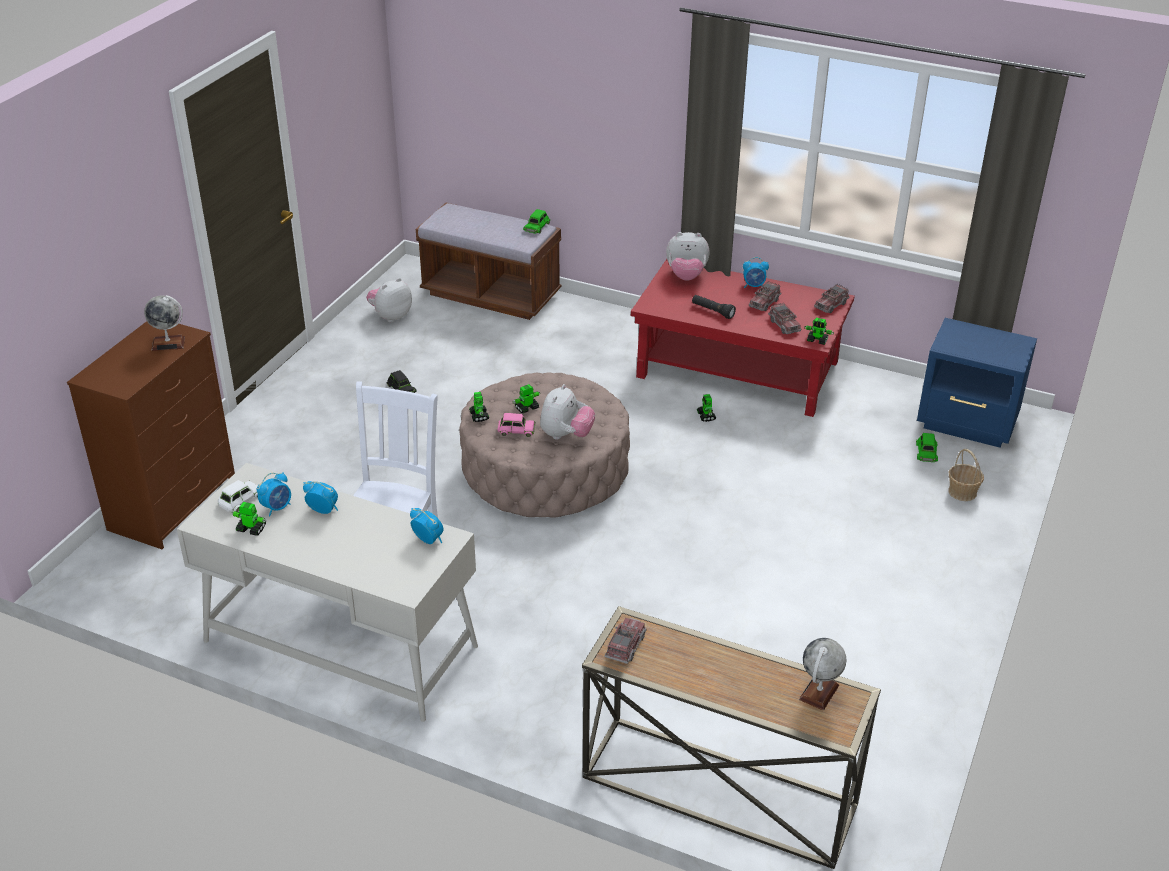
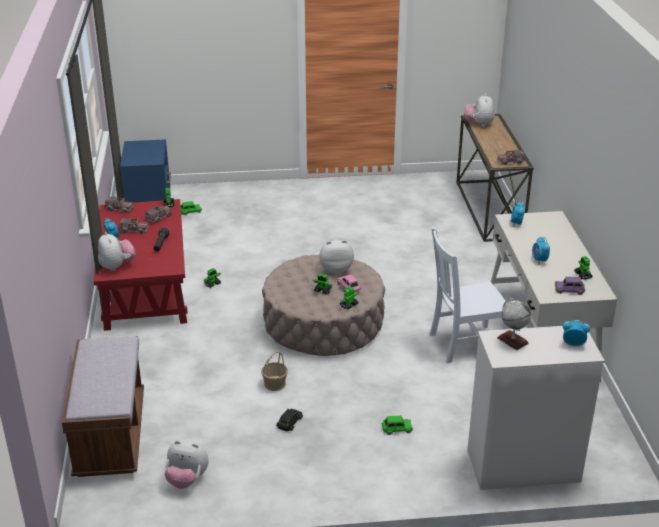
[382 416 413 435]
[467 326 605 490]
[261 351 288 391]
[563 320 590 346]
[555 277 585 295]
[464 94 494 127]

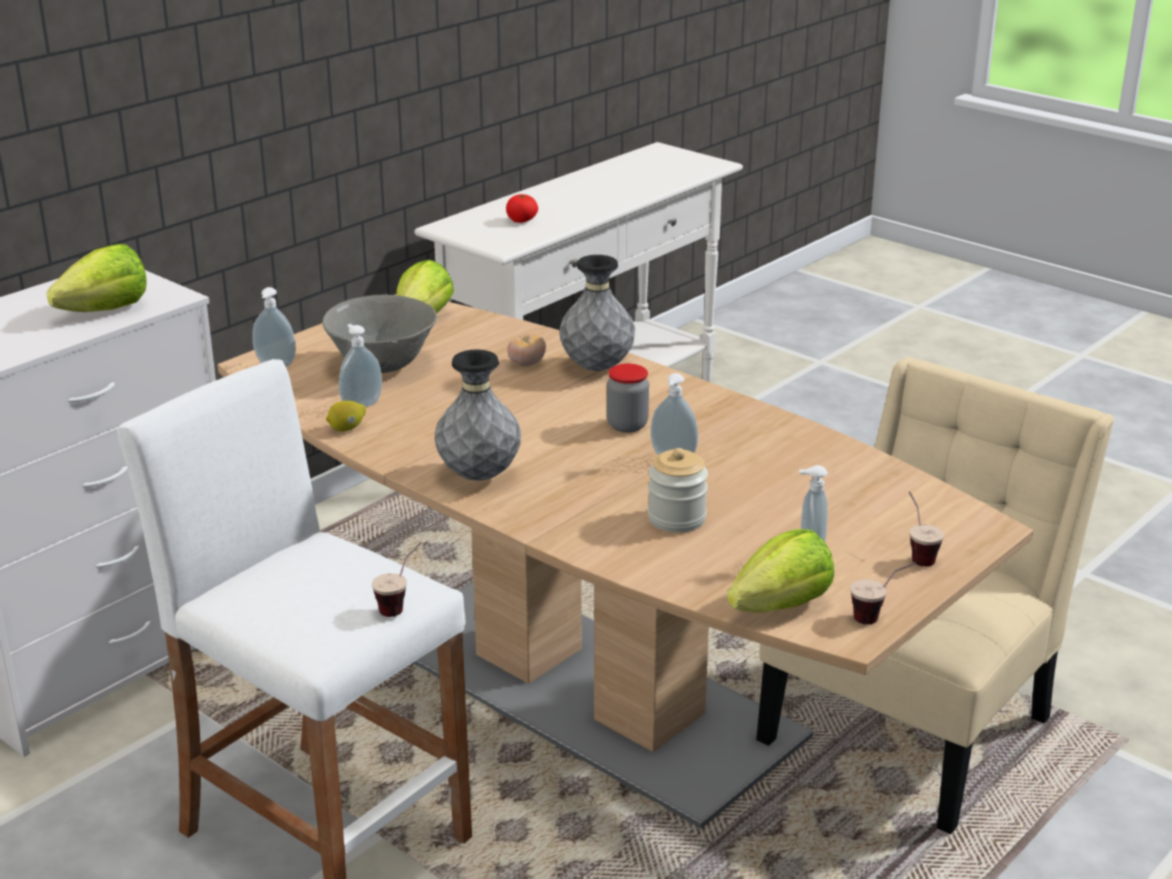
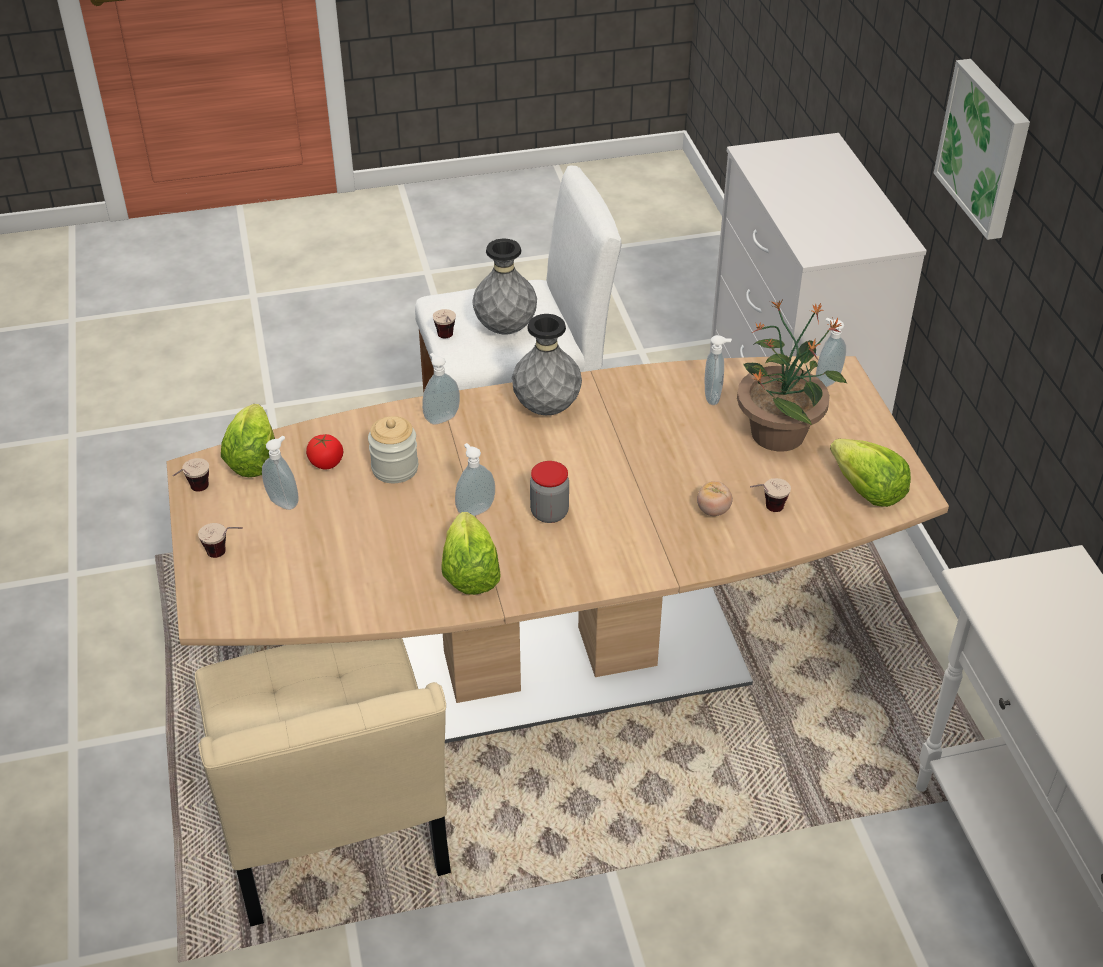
[306 434 344 469]
[441 512 501 595]
[472 238 537 335]
[737 301 847 452]
[326 401 366 431] (first image)
[934 59 1030 240]
[422 353 460 425]
[750 478 791 512]

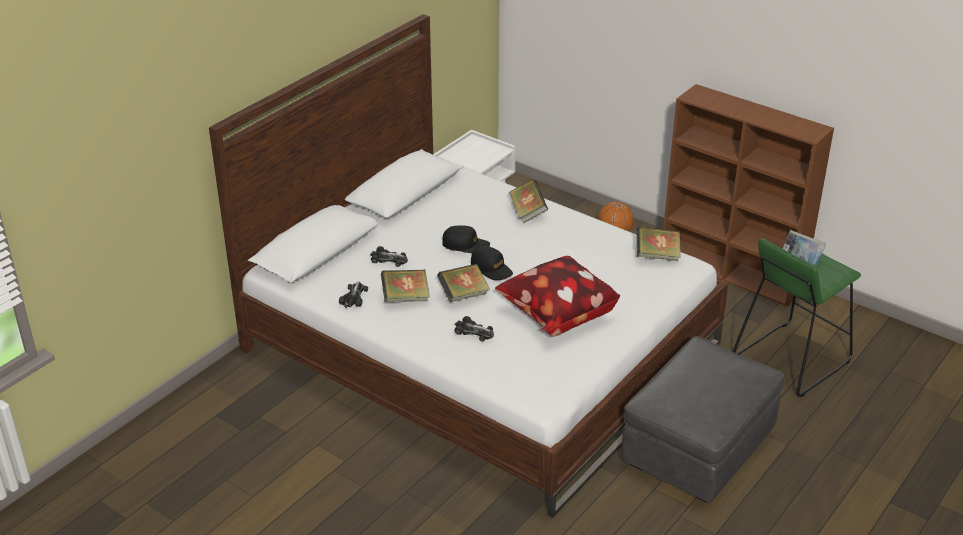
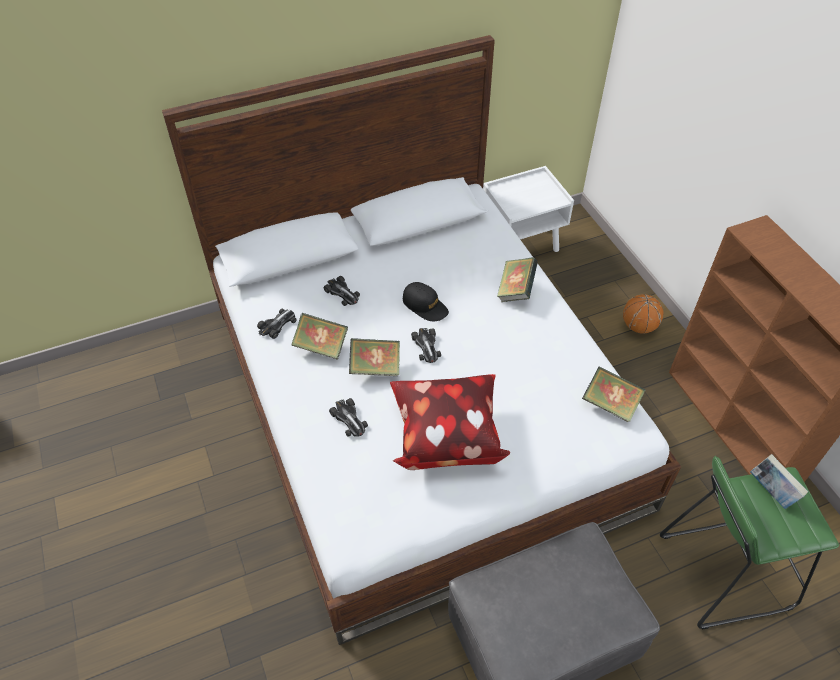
[411 328 441 363]

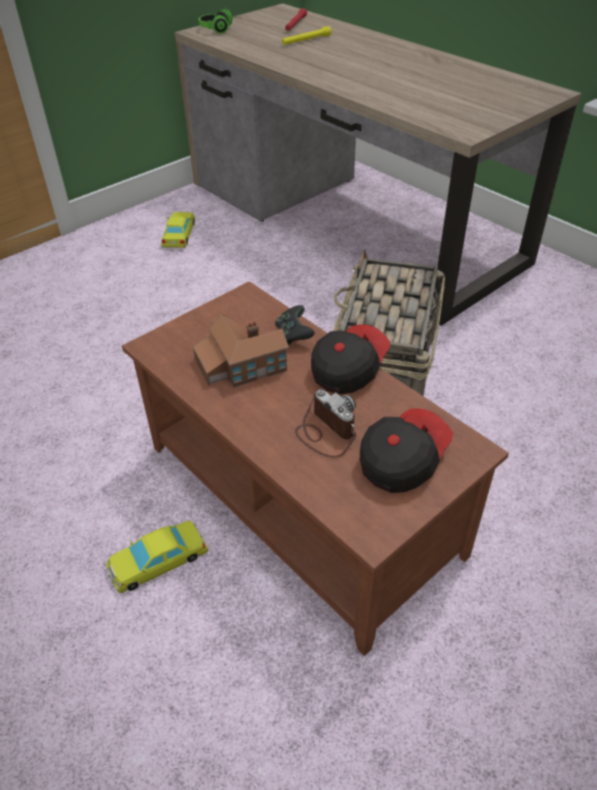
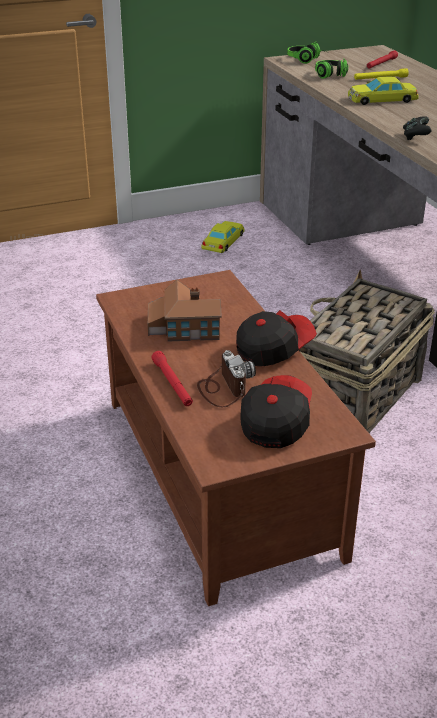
[403 116 432 140]
[241 375 312 448]
[348 77 419 105]
[315 59 348 79]
[151 351 193 406]

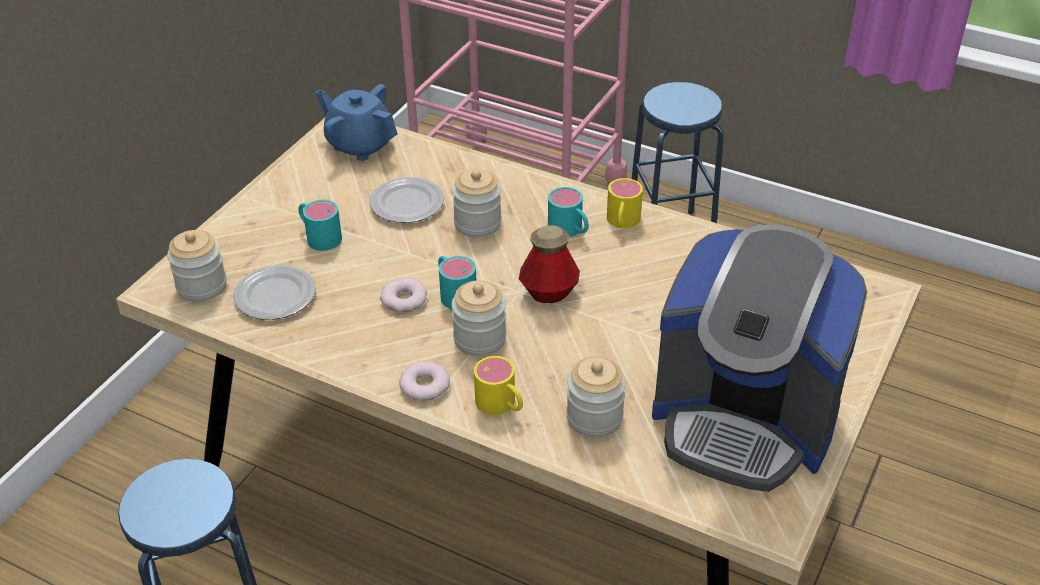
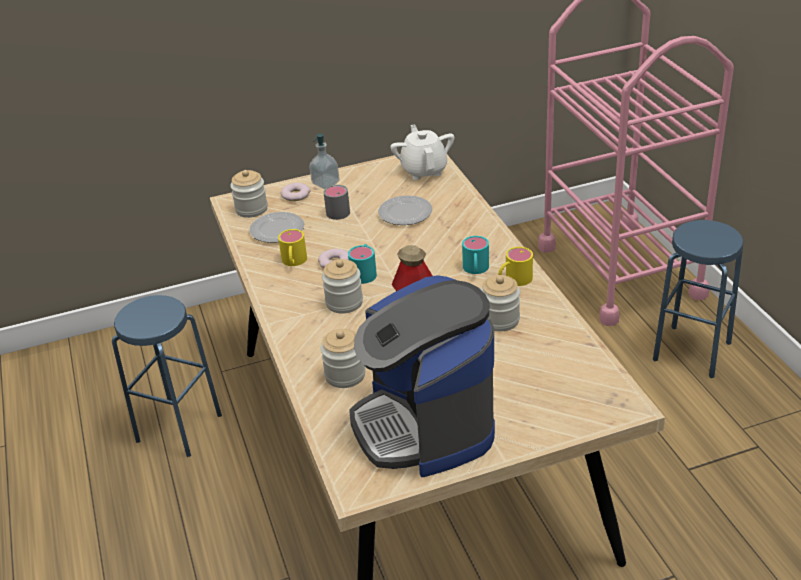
[391 124 454 180]
[480 275 520 331]
[324 184 350 220]
[278 229 307 266]
[281 183 311 201]
[309 134 339 189]

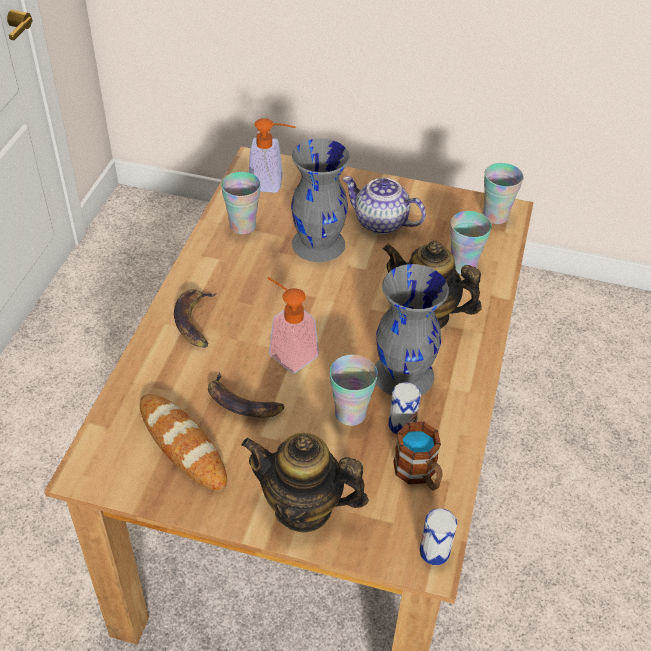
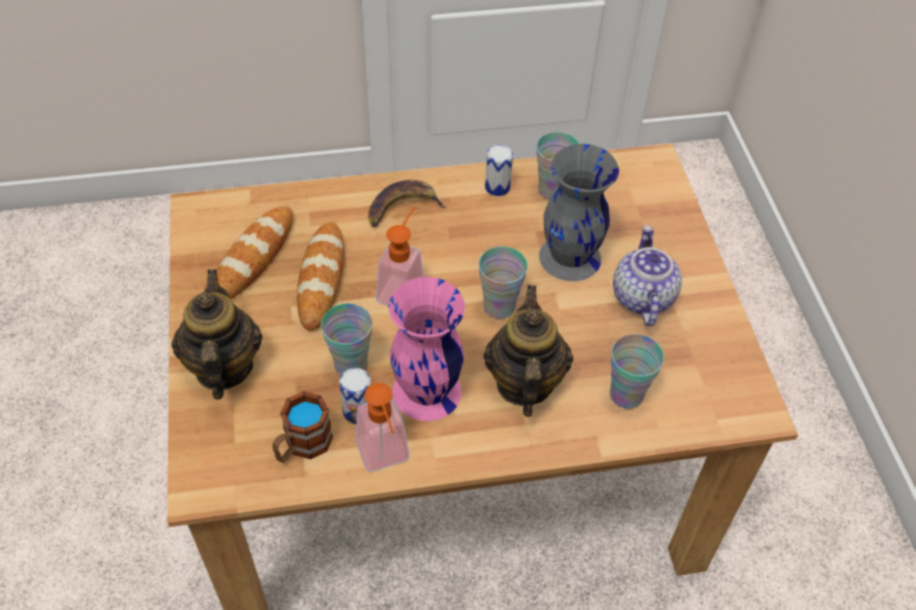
[355 383 409 472]
[479 246 528 319]
[389 277 465 421]
[297 222 344 331]
[485 145 513 196]

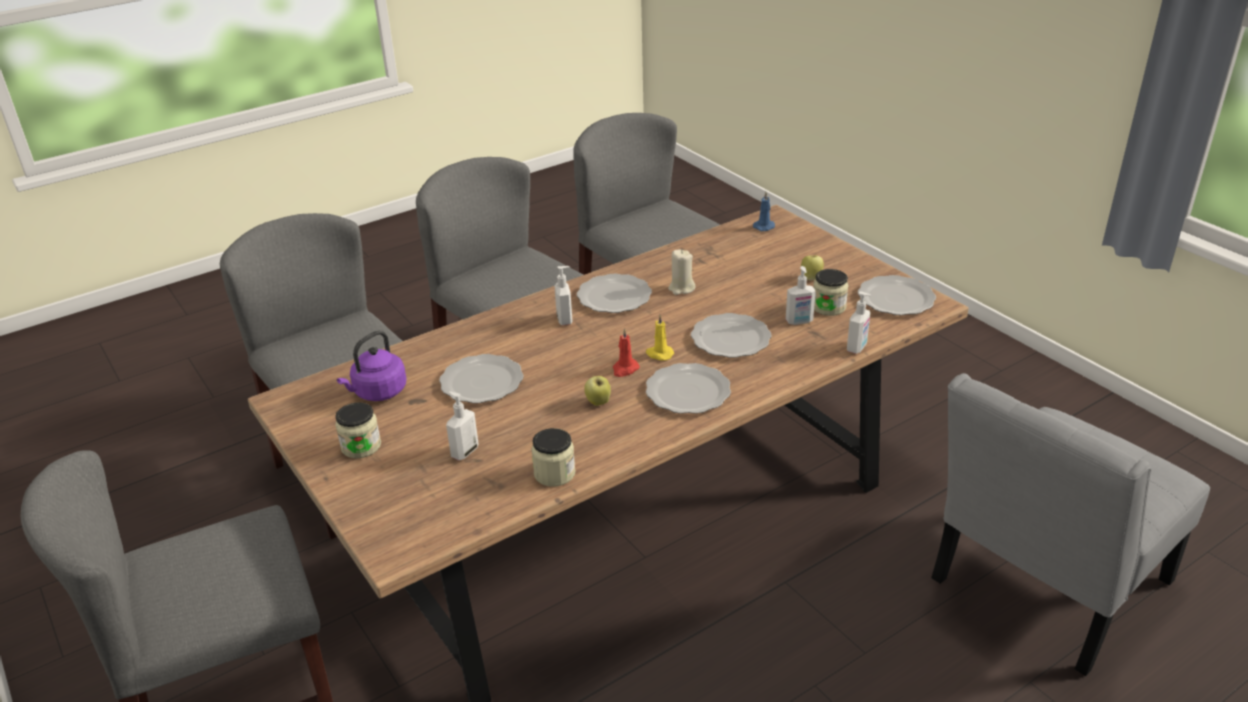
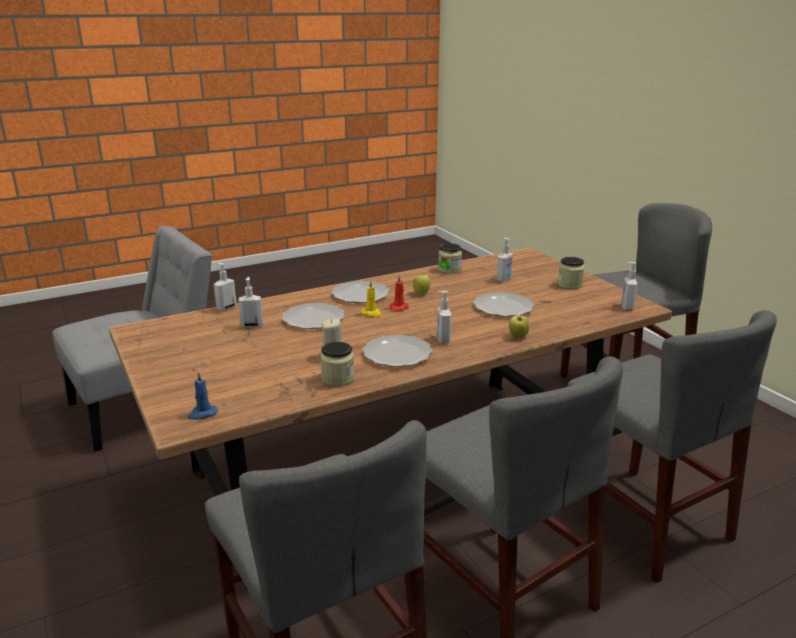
[509 312 529 338]
[320 342 354 387]
[858 275 936 315] (first image)
[337 330 406 401] (first image)
[621 262 638 310]

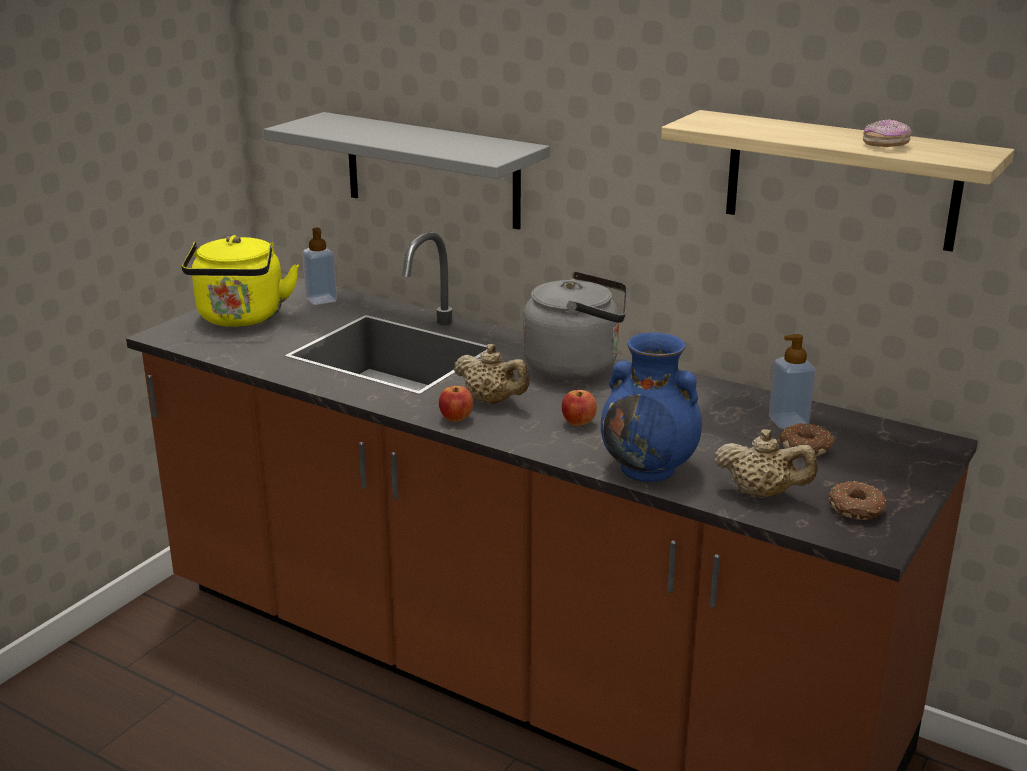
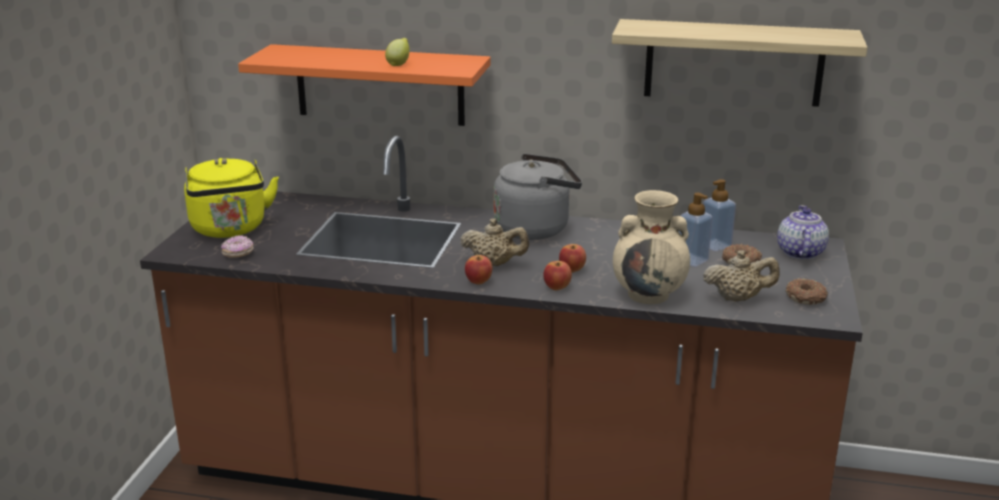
[238 44 491 126]
[221 235 254 258]
[678 193 713 267]
[613 190 690 304]
[385 38 410 66]
[777 205 829 260]
[543 261 572 290]

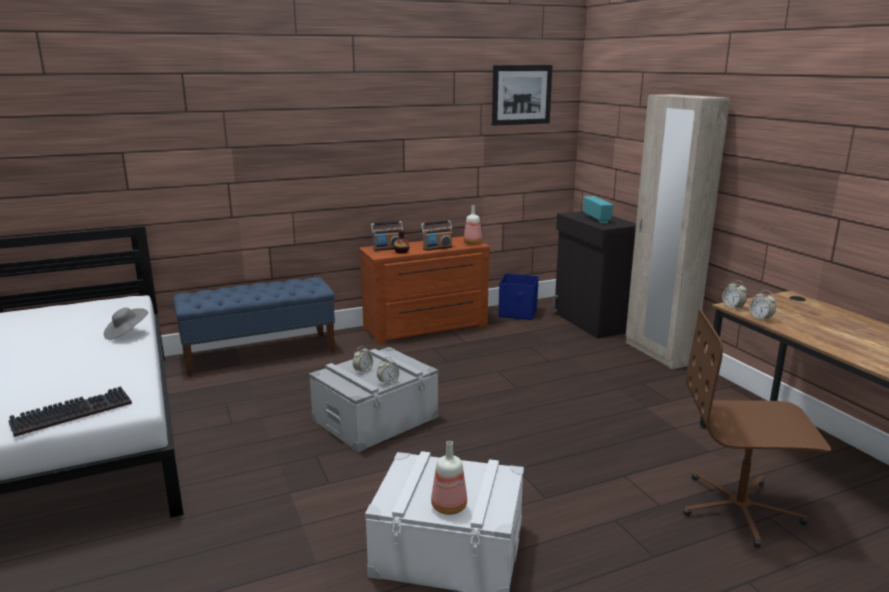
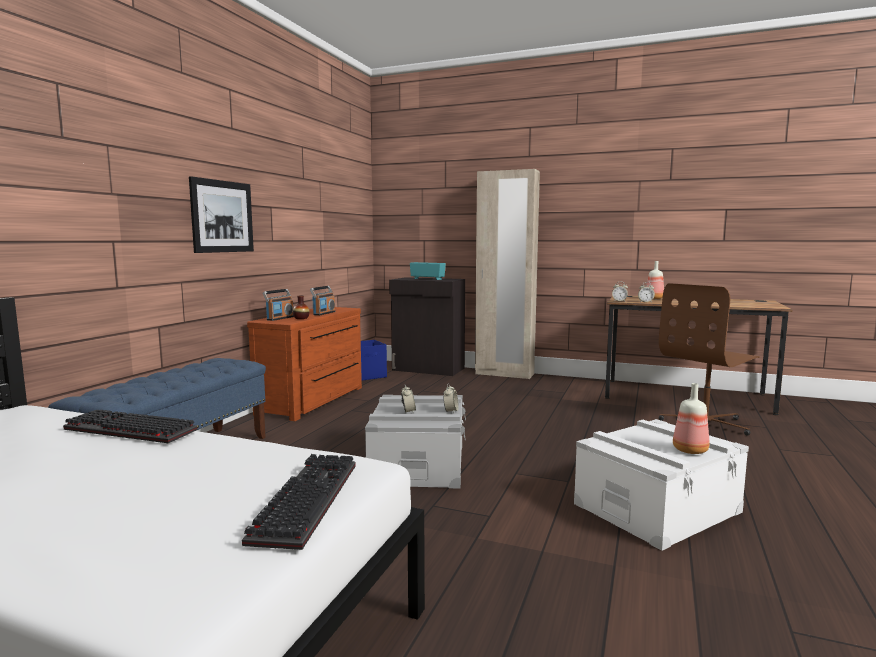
[189 176 254 253]
[646 261 664 299]
[63 410 197 443]

